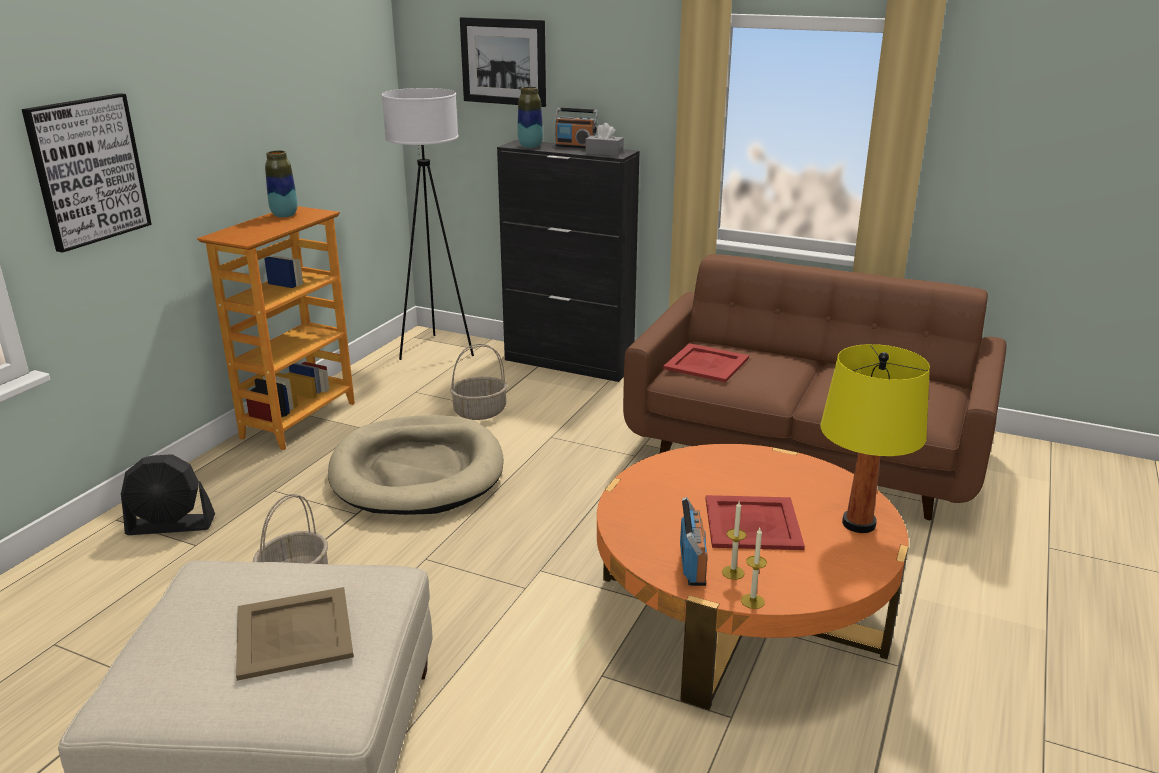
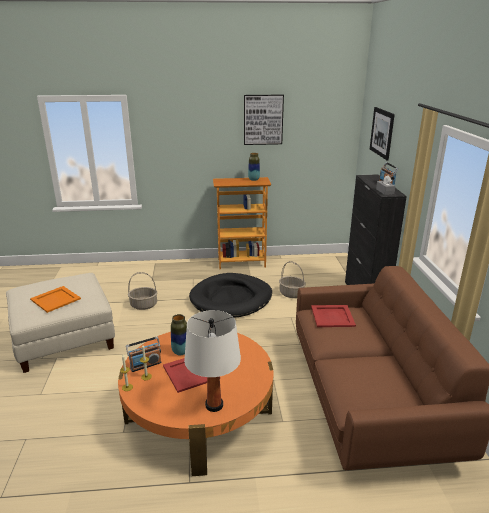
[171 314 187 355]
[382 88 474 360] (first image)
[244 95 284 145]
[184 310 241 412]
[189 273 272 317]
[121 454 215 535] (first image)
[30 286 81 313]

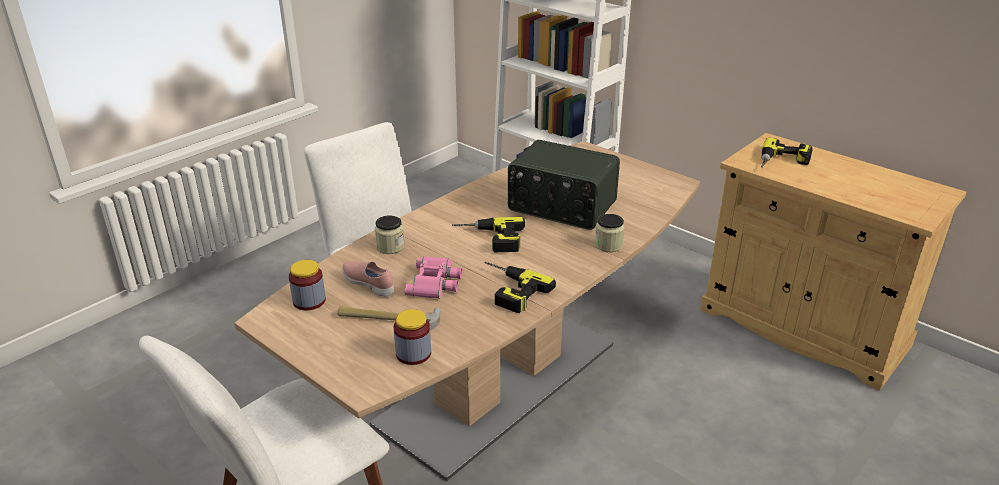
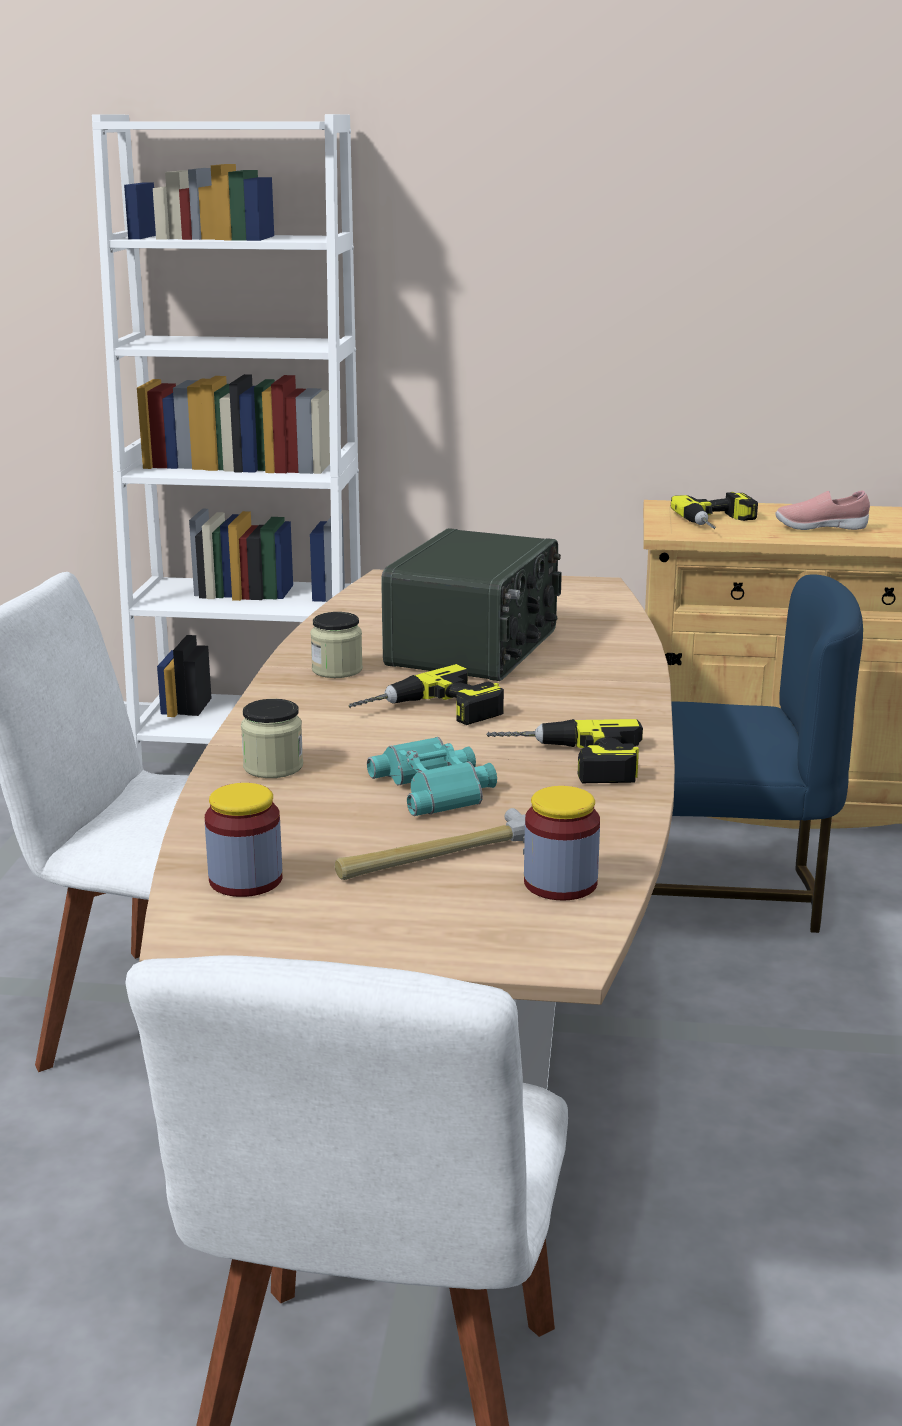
[381 528 562 681]
[310 612 363 678]
[367 737 497 816]
[775 490 870 530]
[652 575 863 933]

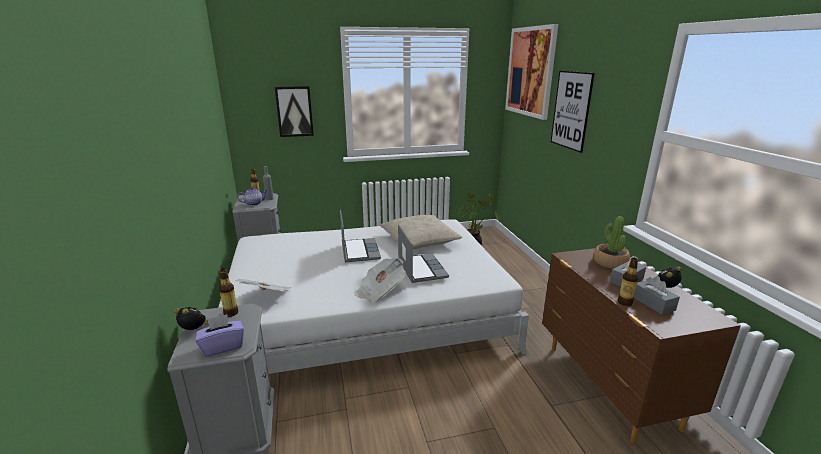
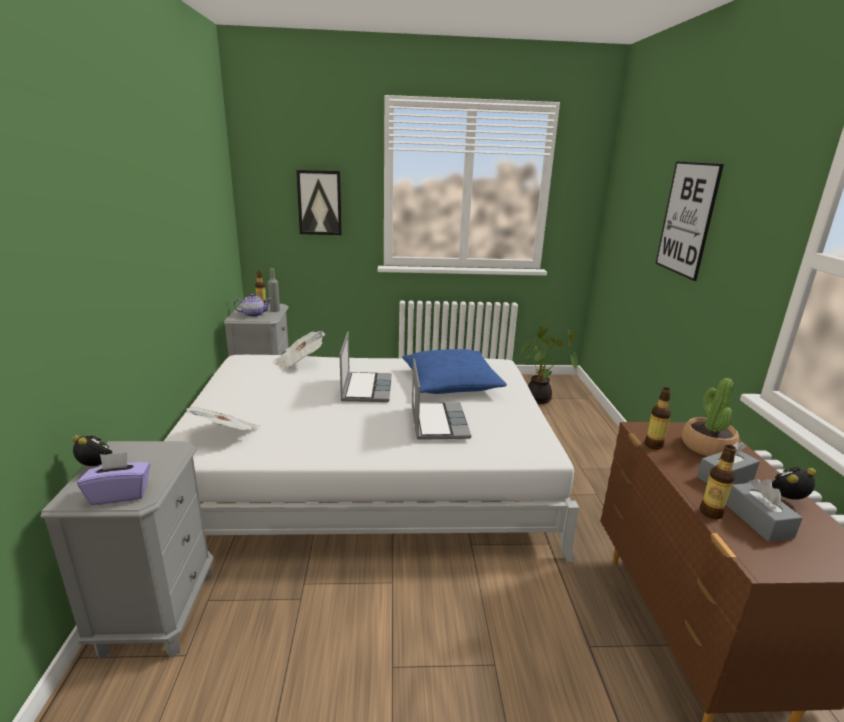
[505 24 558 120] (first image)
[402 349 507 394]
[273 331 325 369]
[645 387 671 450]

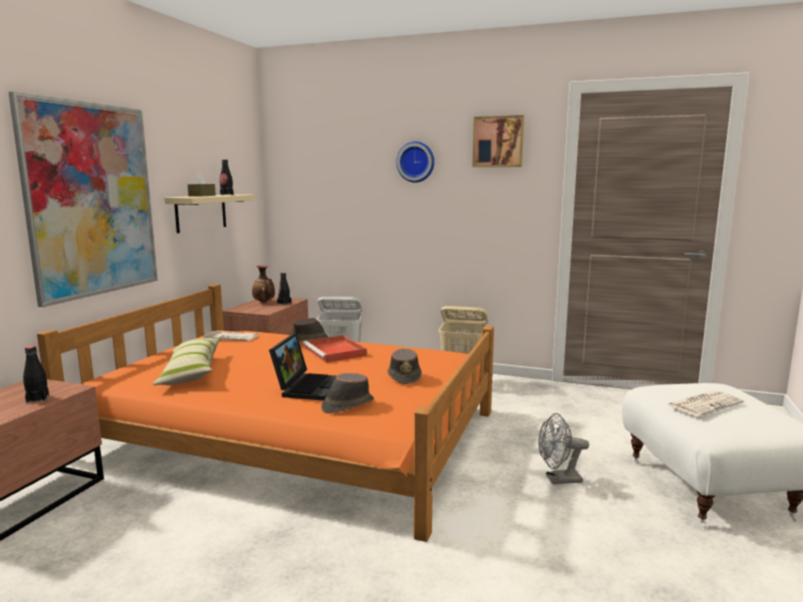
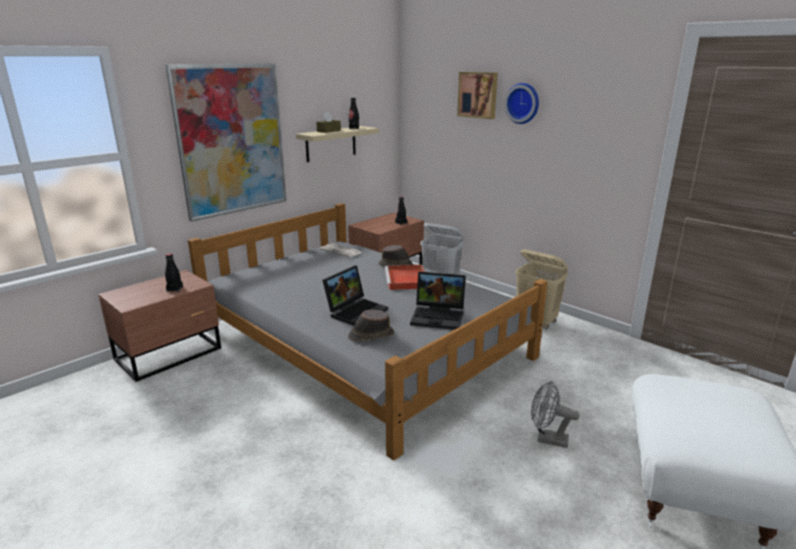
[457 72 498 119]
[252 265 275 303] (first image)
[188 203 548 460]
[152 338 221 385] (first image)
[410 272 466 330]
[666 390 744 416] (first image)

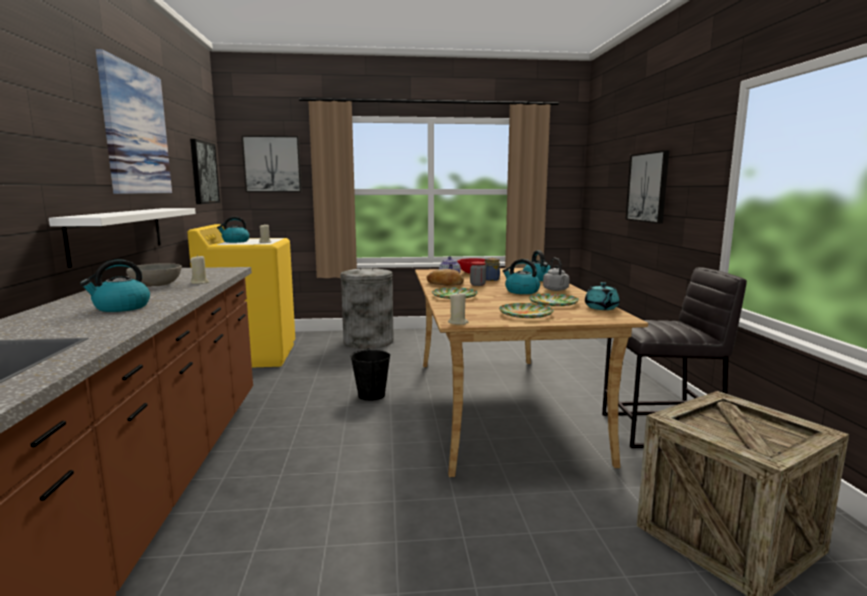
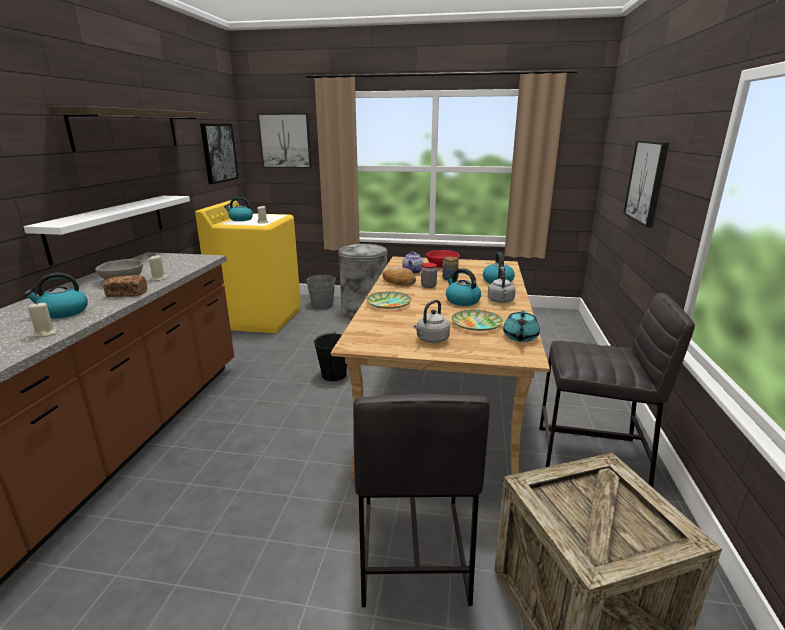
[49 106 208 152]
[28 302 57 337]
[413 300 450 343]
[103 275 147 297]
[306 275 336 309]
[353 394 490 607]

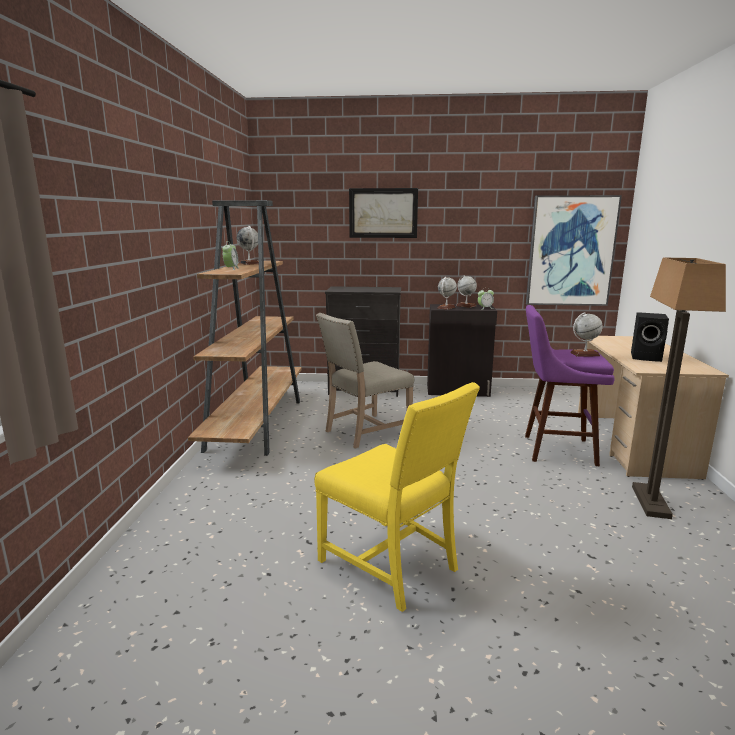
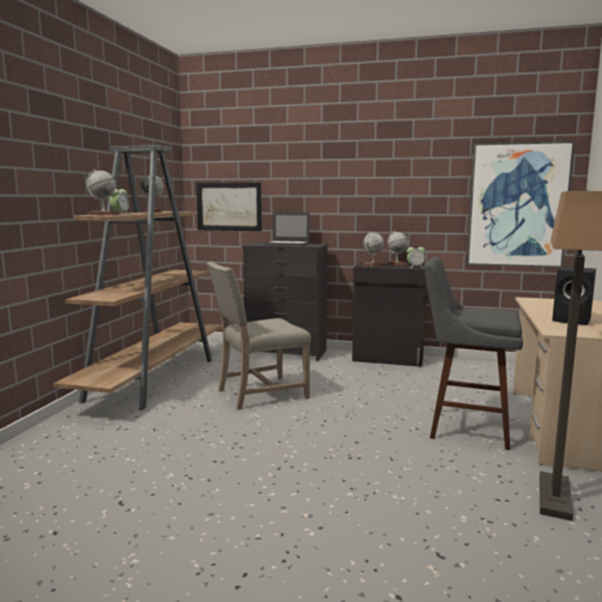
[196 182 262 231]
[424 256 523 450]
[86 169 119 215]
[314 382 480 612] (first image)
[263 212 310 246]

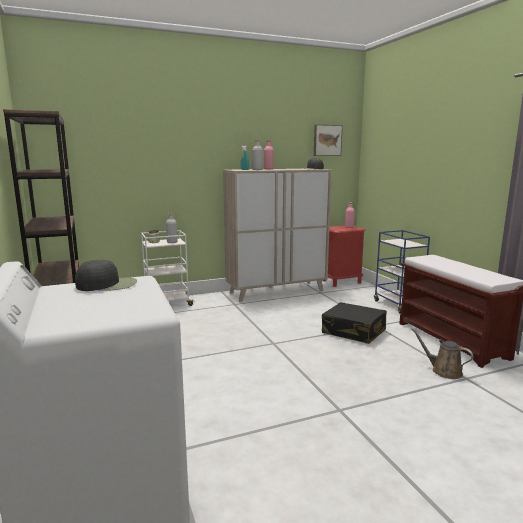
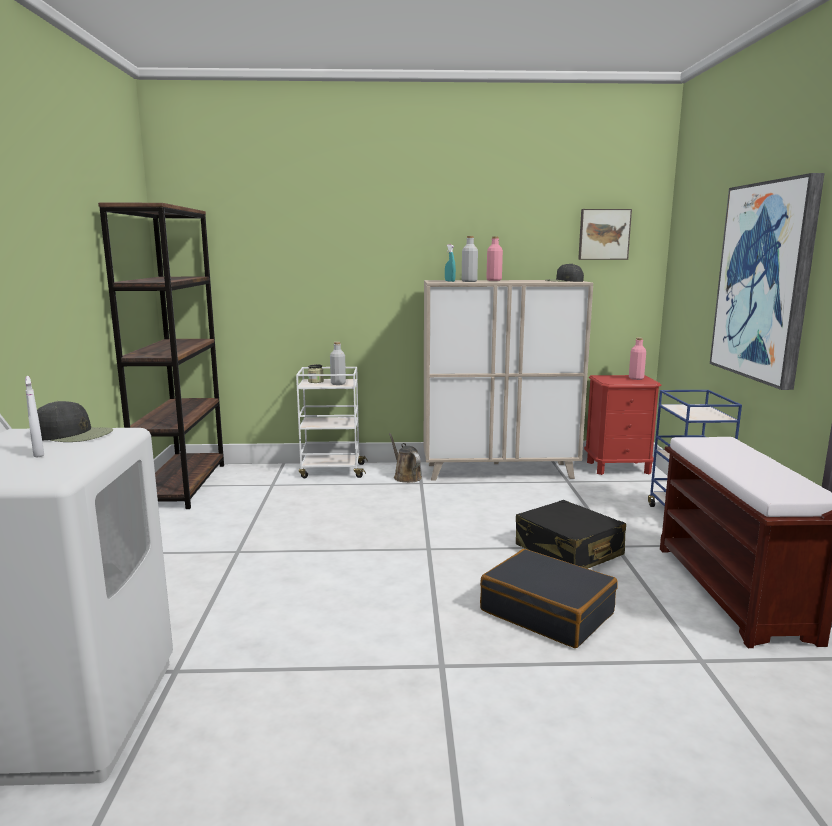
[389 433 422 483]
[710 173 825 390]
[25 376 44 458]
[480 549 618 648]

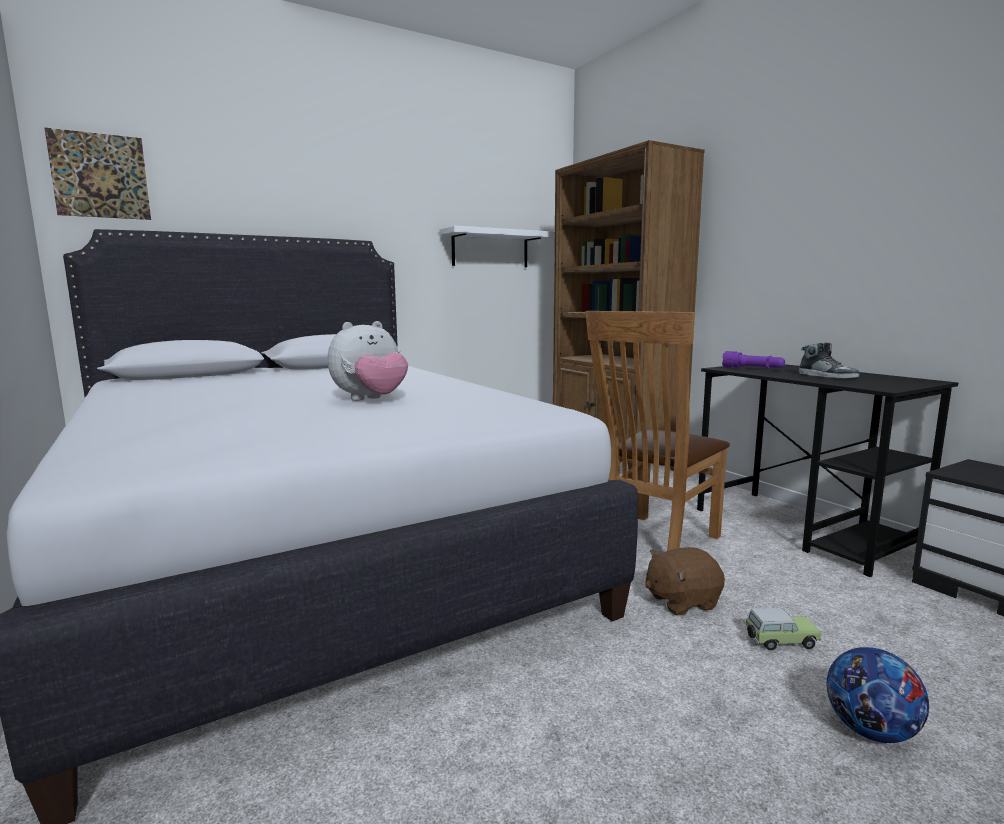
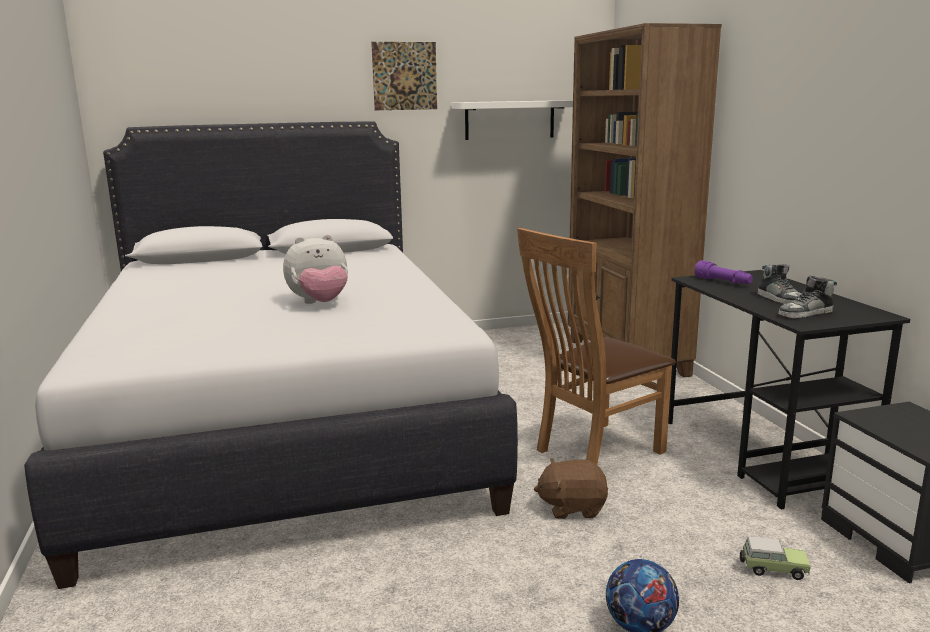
[371 42 437 110]
[740 537 811 580]
[778 276 837 318]

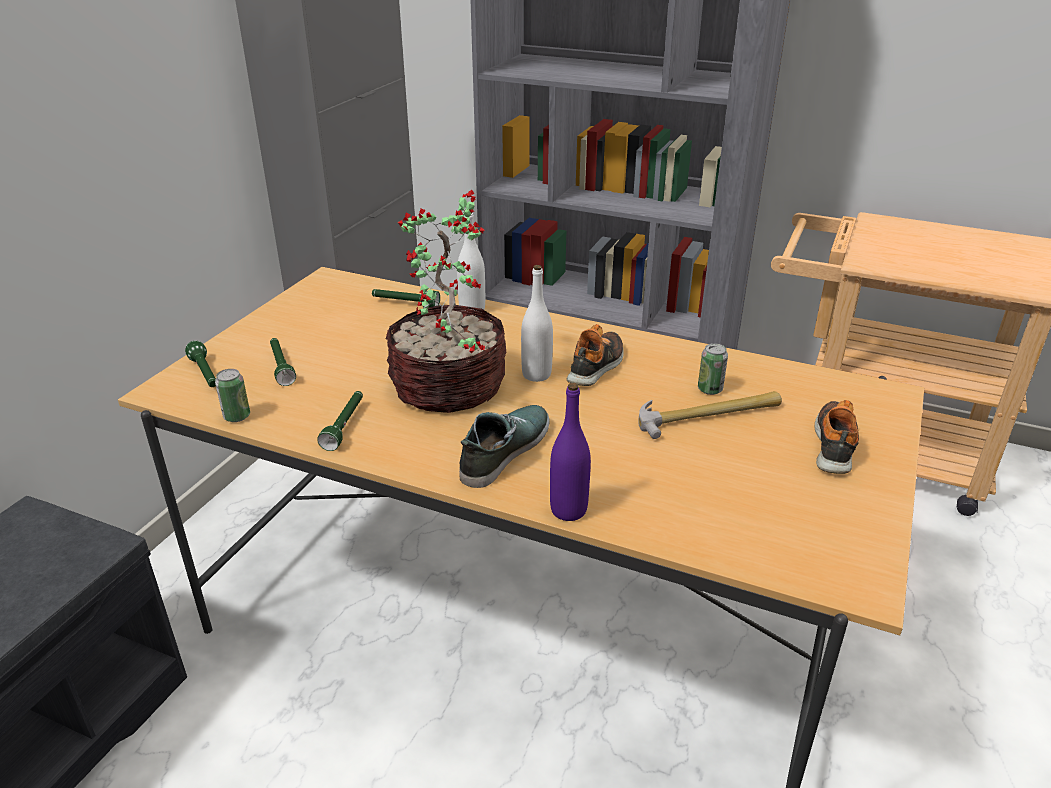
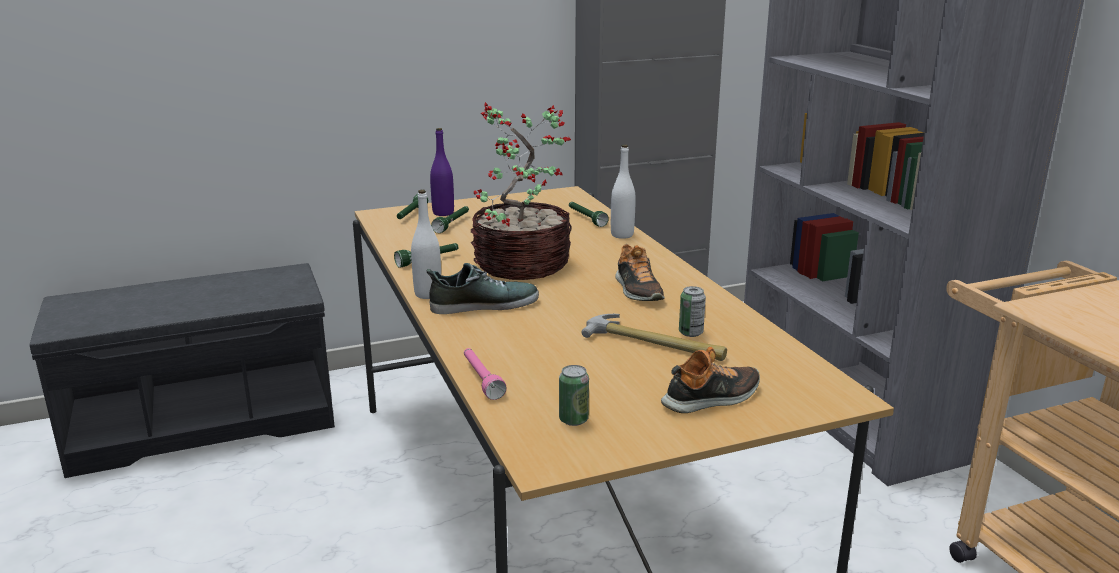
[411 190 441 299]
[615 244 665 301]
[559 365 589 426]
[430 128 454 216]
[464 348 507 400]

